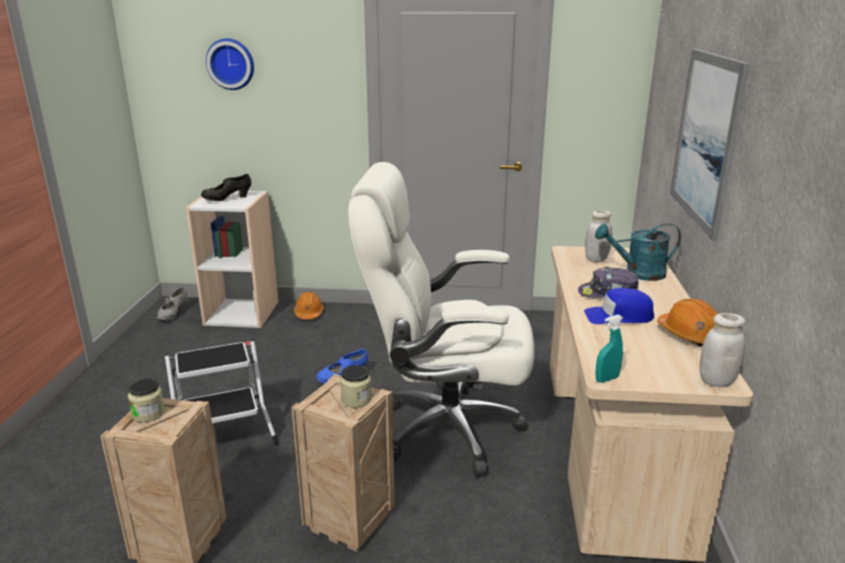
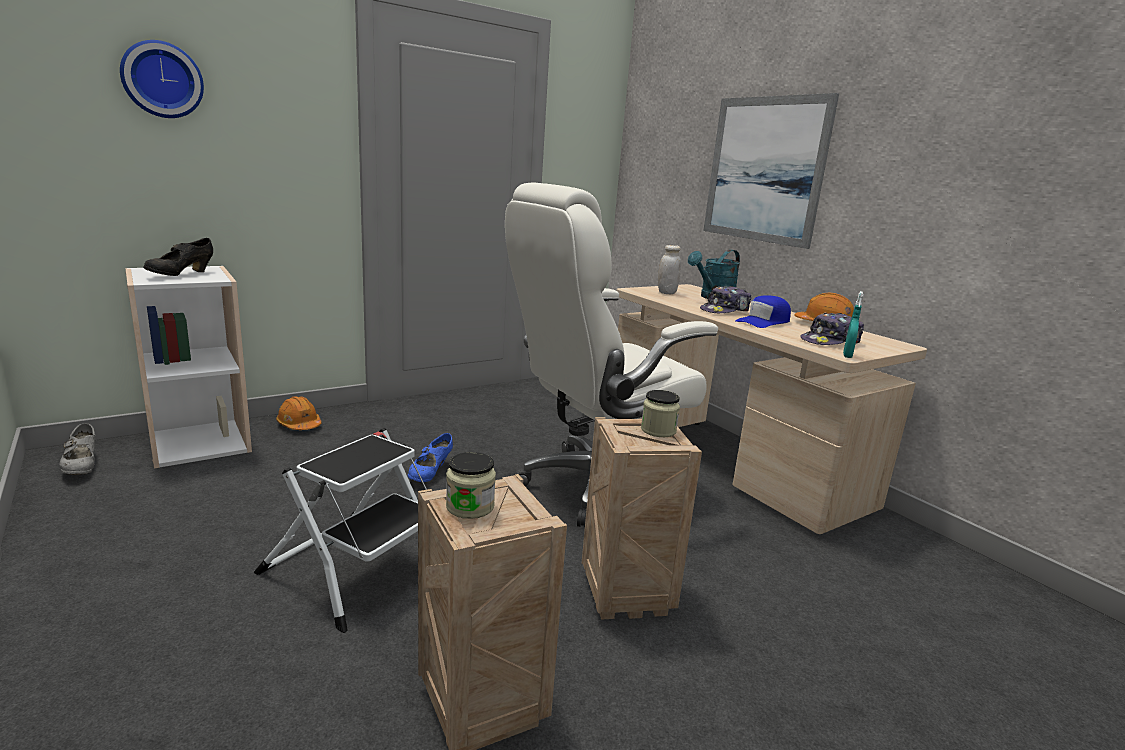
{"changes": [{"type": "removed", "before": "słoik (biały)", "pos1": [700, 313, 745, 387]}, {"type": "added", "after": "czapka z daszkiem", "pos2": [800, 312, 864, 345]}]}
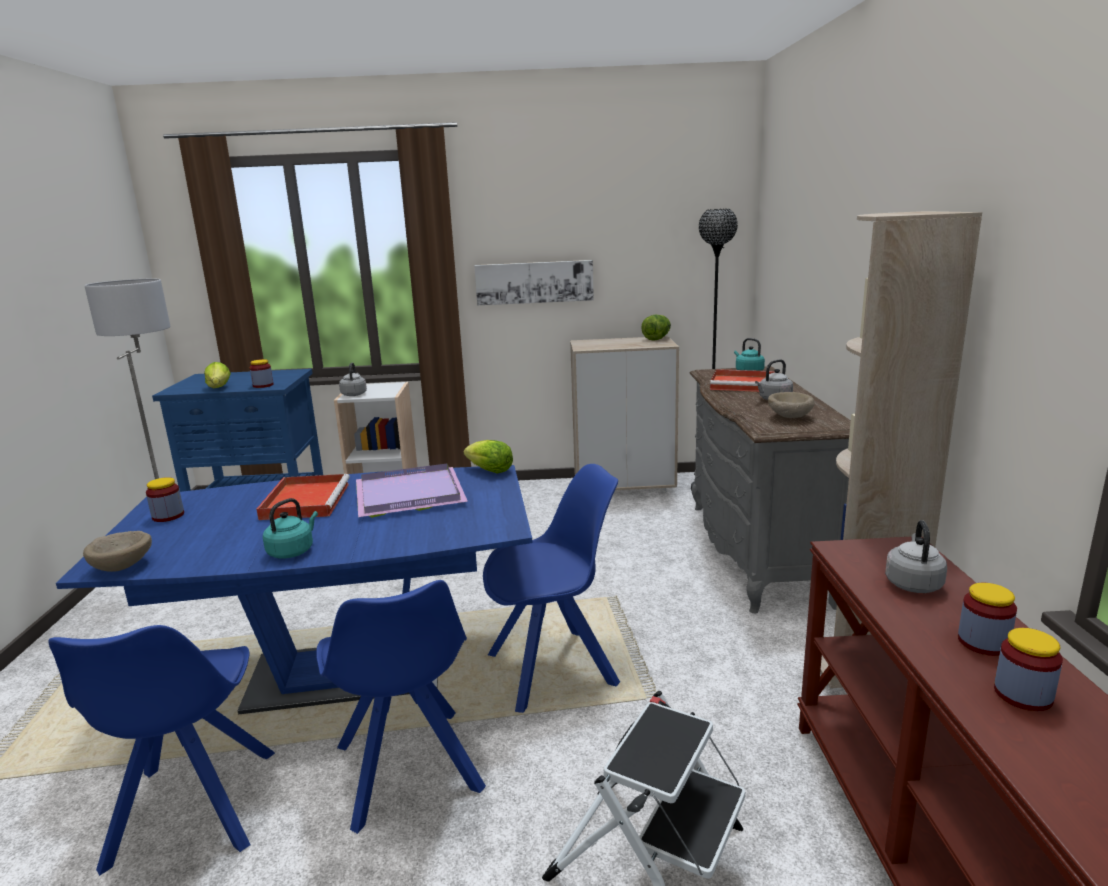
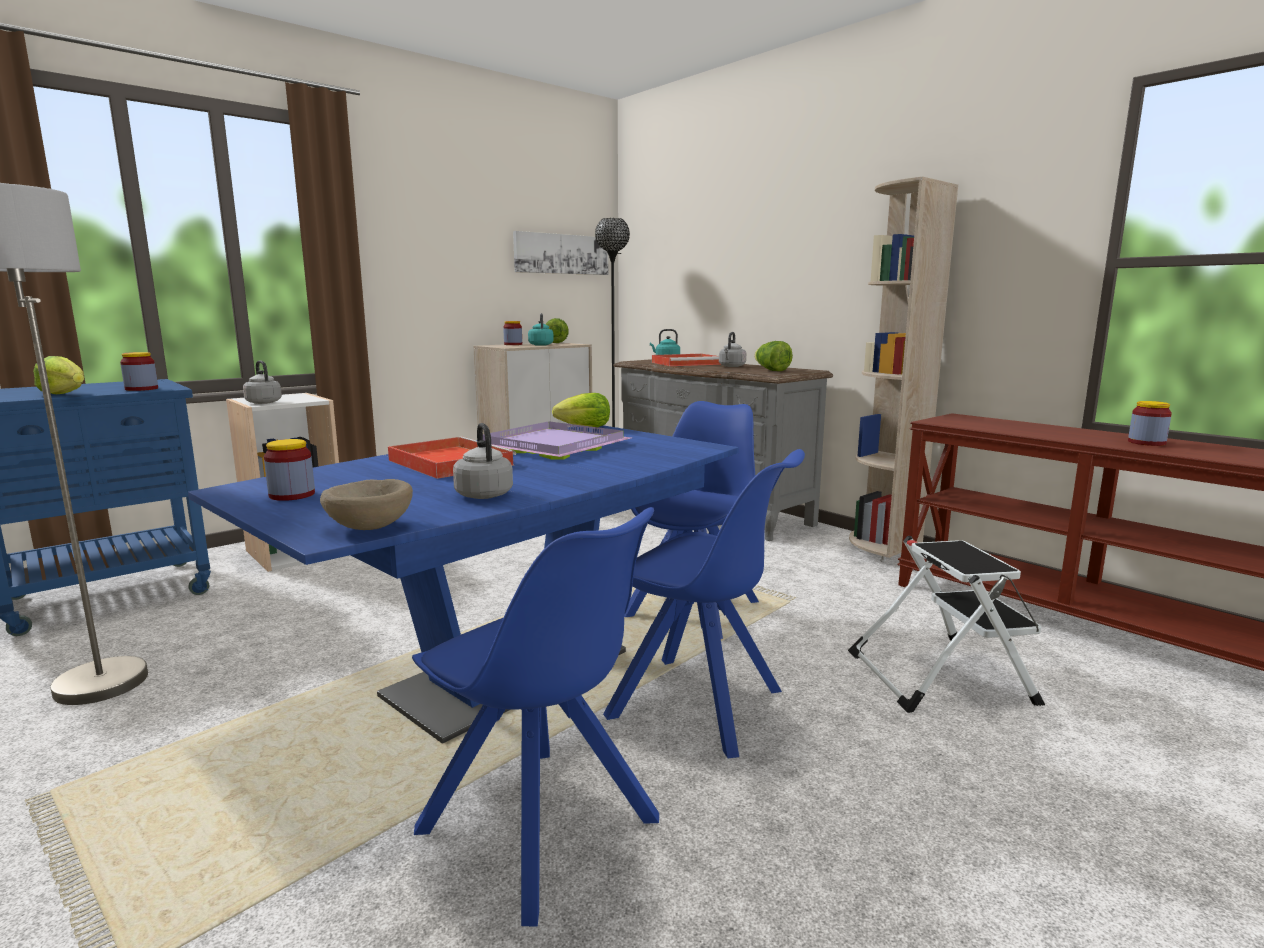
{"changes": [{"type": "moved", "before": "czajnik (turkusowy)", "pos1": [263, 498, 318, 559], "pos2": [528, 313, 554, 346]}, {"type": "moved", "before": "obraz", "pos1": [474, 260, 594, 305], "pos2": [513, 231, 608, 275]}, {"type": "replaced", "before": "miska (beżowy)", "after": "sałata", "pos1": [768, 392, 815, 418], "pos2": [754, 341, 793, 371]}, {"type": "moved", "before": "czajnik (szary)", "pos1": [885, 520, 947, 593], "pos2": [453, 423, 513, 499]}, {"type": "moved", "before": "słoik", "pos1": [958, 583, 1017, 656], "pos2": [503, 321, 522, 345]}]}
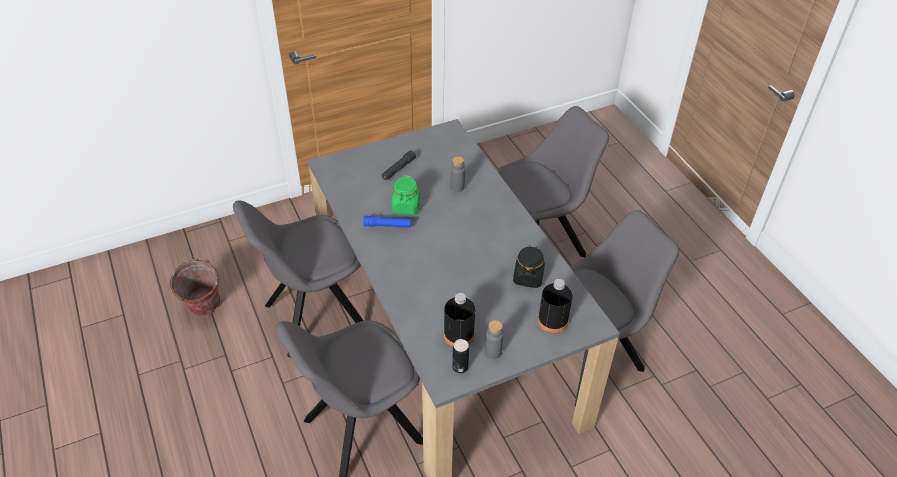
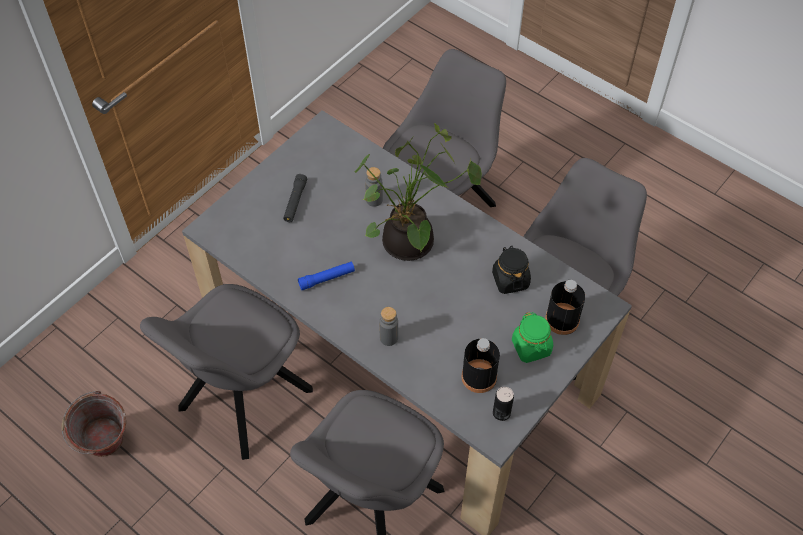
{"changes": [{"type": "moved", "before": "słoik (zielony)", "pos1": [391, 175, 420, 215], "pos2": [512, 312, 553, 363]}, {"type": "moved", "before": "butelka (szary)", "pos1": [485, 320, 503, 359], "pos2": [379, 307, 398, 346]}, {"type": "added", "after": "roślina doniczkowa", "pos2": [355, 123, 482, 261]}]}
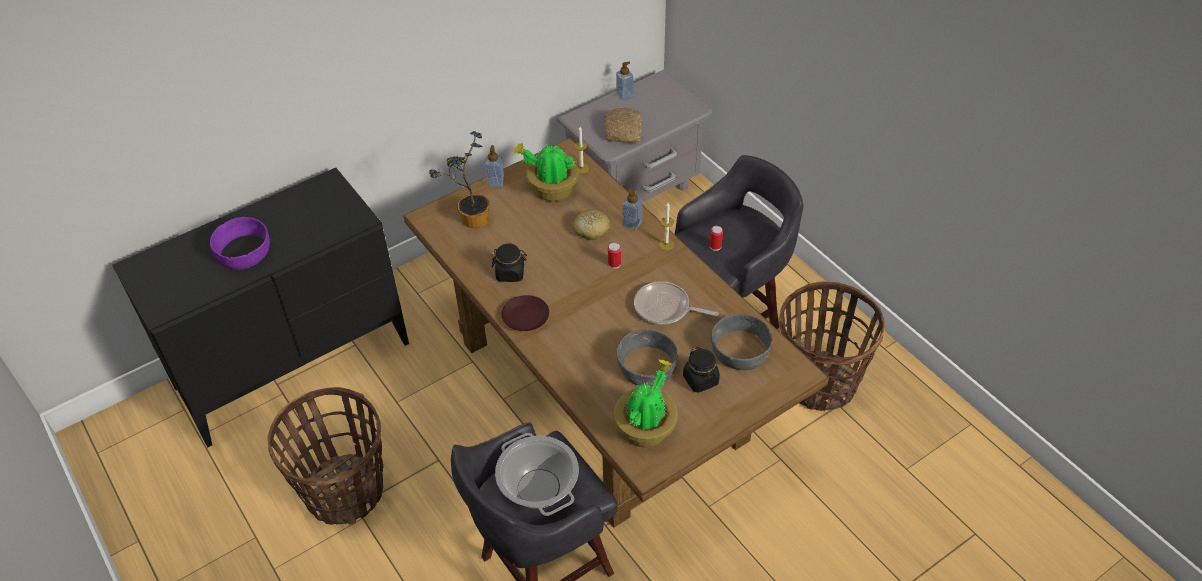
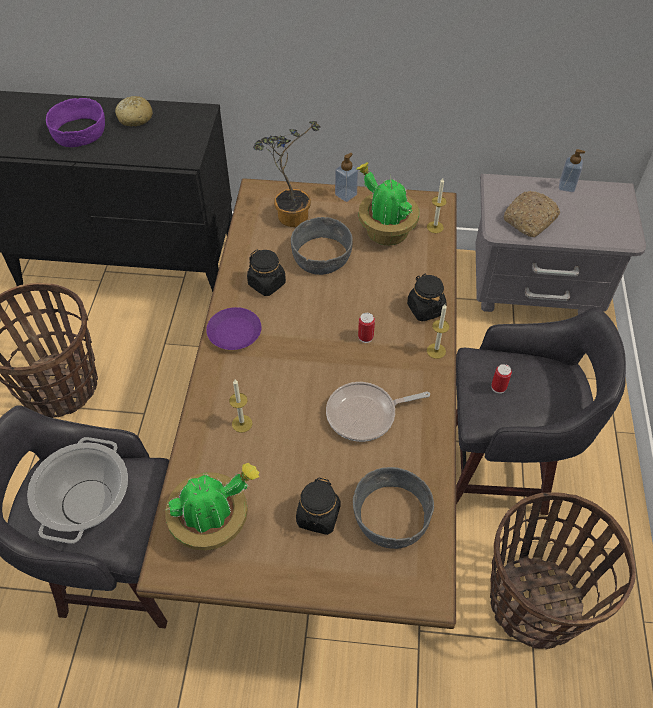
{"changes": [{"type": "recoloured", "before": "talerz (brązowy)", "after": "talerz (fioletowy)", "pos1": [502, 295, 549, 331], "pos2": [206, 307, 261, 350]}, {"type": "moved", "before": "chleb", "pos1": [573, 210, 610, 240], "pos2": [115, 96, 153, 127]}, {"type": "moved", "before": "miska (szary)", "pos1": [617, 329, 678, 387], "pos2": [291, 217, 353, 275]}, {"type": "replaced", "before": "dozownik mydła", "after": "słoik (czarny)", "pos1": [623, 189, 643, 230], "pos2": [407, 274, 447, 322]}, {"type": "turned", "before": "patelnia", "pos1": [634, 281, 719, 325], "pos2": [326, 382, 430, 442], "turn": -75}, {"type": "added", "after": "świeca", "pos2": [229, 380, 252, 433]}]}
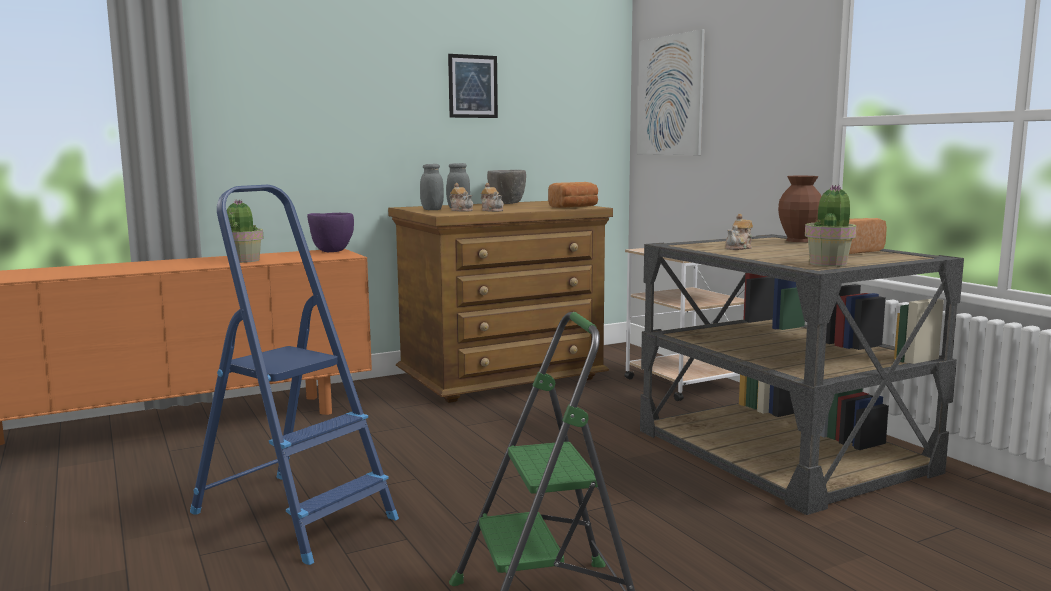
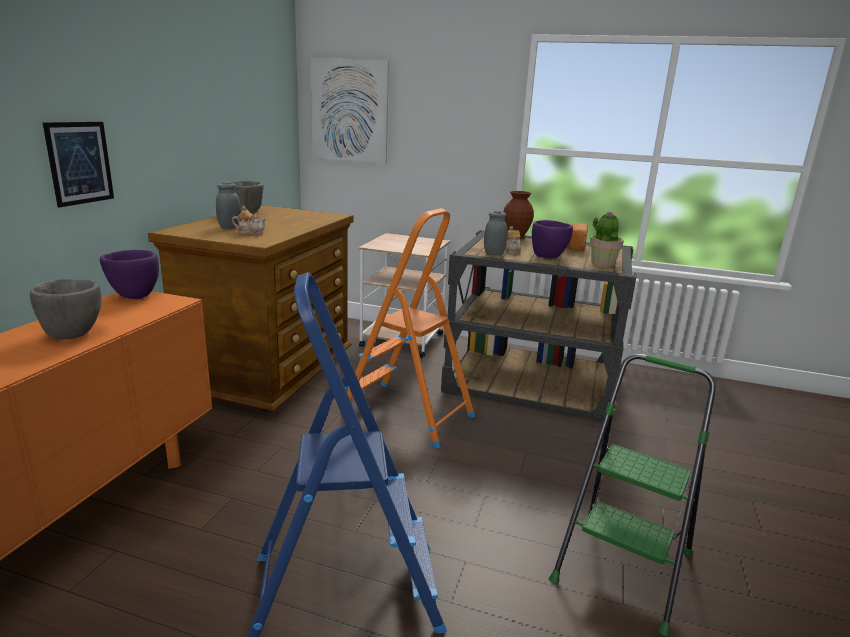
{"changes": [{"type": "replaced", "before": "roślina doniczkowa", "after": "miska (szary)", "pos1": [227, 199, 263, 263], "pos2": [30, 279, 101, 340]}, {"type": "moved", "before": "słoik (szary)", "pos1": [420, 164, 444, 210], "pos2": [484, 211, 508, 255]}, {"type": "moved", "before": "obraz", "pos1": [448, 54, 498, 118], "pos2": [43, 122, 114, 208]}, {"type": "removed", "before": "imbryk", "pos1": [481, 183, 504, 212]}, {"type": "removed", "before": "chleb", "pos1": [548, 182, 598, 208]}, {"type": "added", "after": "drabinka (pomarańczowy)", "pos2": [346, 208, 475, 448]}, {"type": "added", "after": "miska (fioletowy)", "pos2": [532, 220, 573, 258]}]}
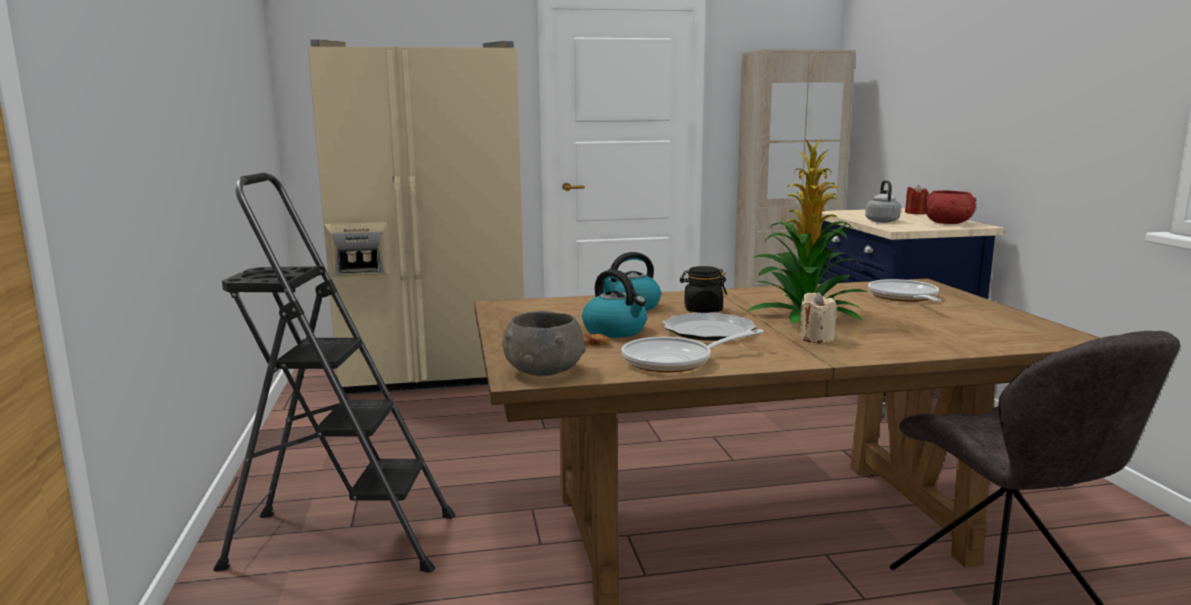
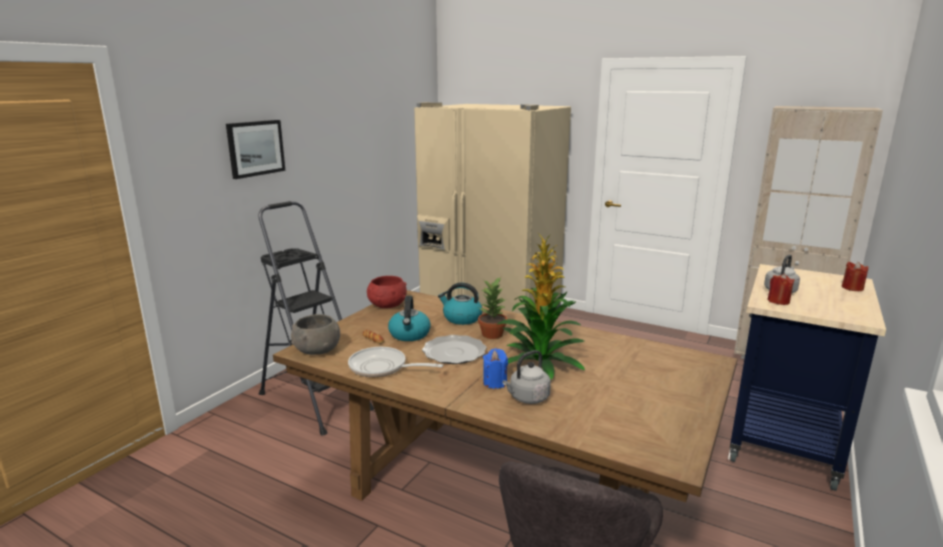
{"changes": [{"type": "replaced", "before": "słoik (czarny)", "after": "roślina doniczkowa", "pos1": [680, 266, 727, 313], "pos2": [478, 277, 507, 339]}, {"type": "recoloured", "before": "świeca (beżowy)", "after": "świeca (niebieski)", "pos1": [800, 292, 837, 343], "pos2": [483, 348, 508, 389]}, {"type": "removed", "before": "patelnia", "pos1": [868, 279, 941, 302]}, {"type": "moved", "before": "miska (czerwony)", "pos1": [925, 190, 976, 224], "pos2": [367, 276, 407, 308]}, {"type": "added", "after": "obraz", "pos2": [226, 120, 285, 179]}, {"type": "added", "after": "czajnik (szary)", "pos2": [502, 350, 551, 404]}, {"type": "added", "after": "świeca (czerwony)", "pos2": [767, 274, 795, 305]}]}
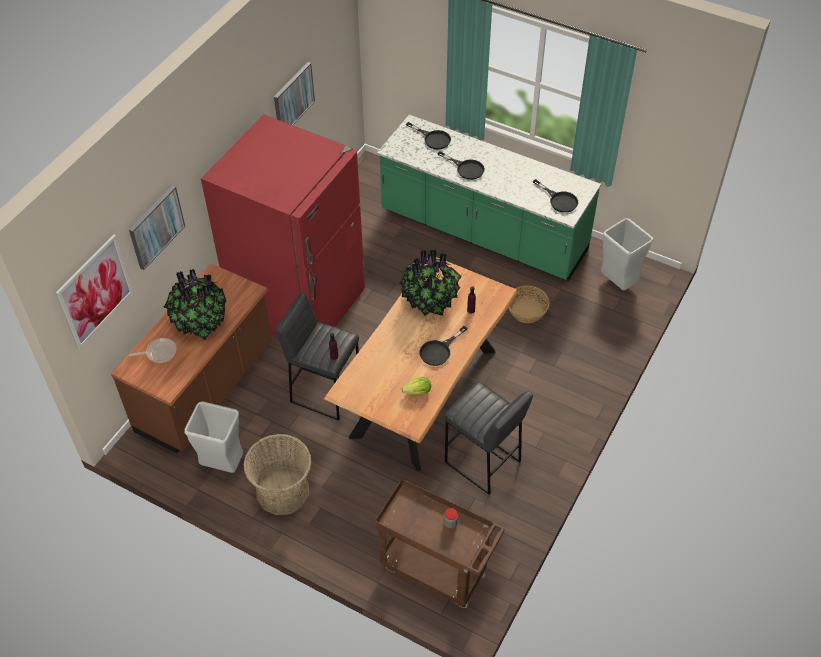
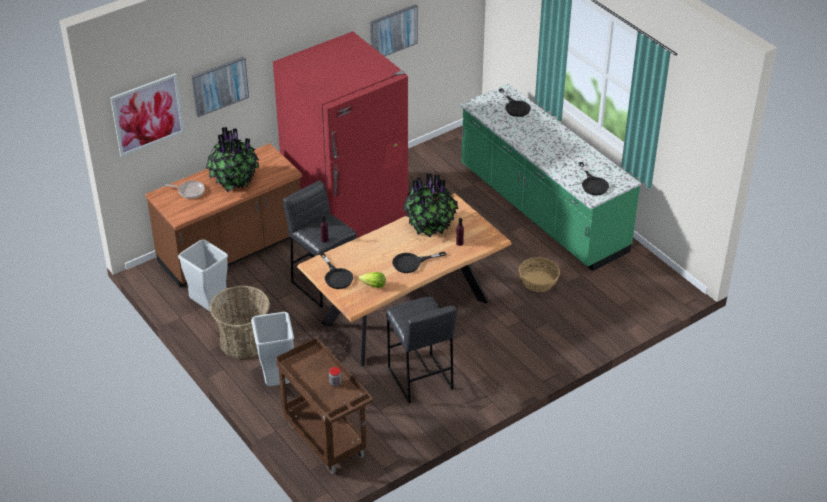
{"changes": [{"type": "moved", "before": "patelnia (czarny)", "pos1": [437, 151, 485, 180], "pos2": [320, 252, 353, 289]}, {"type": "moved", "before": "kosz na śmieci (szary)", "pos1": [601, 218, 654, 290], "pos2": [251, 312, 294, 386]}]}
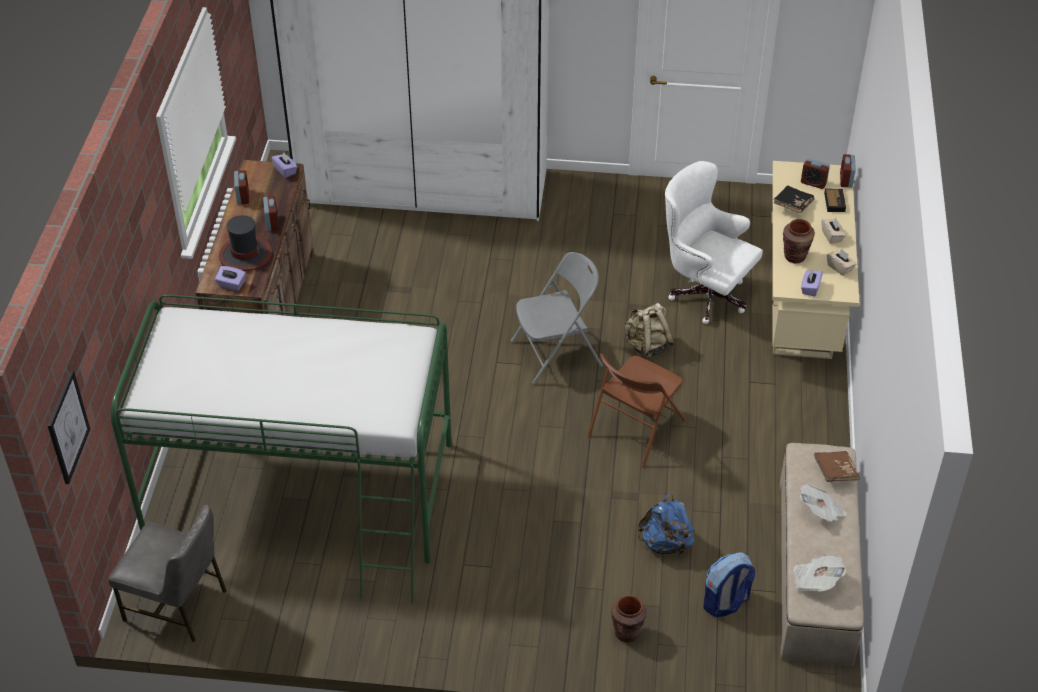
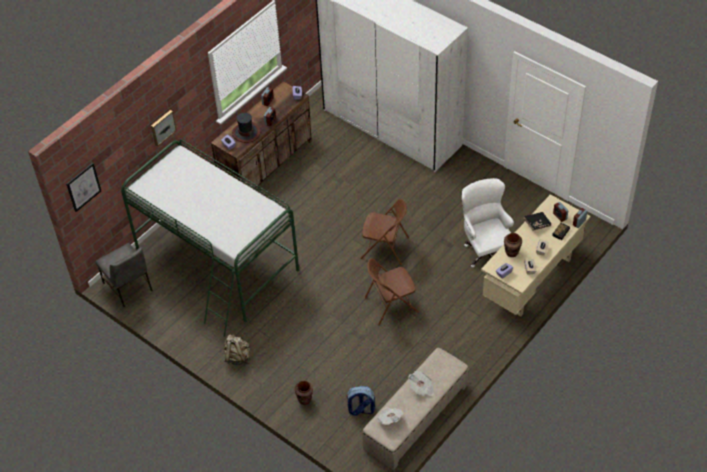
{"changes": [{"type": "recoloured", "before": "krzesło (szary)", "after": "krzesło (brązowy)", "pos1": [511, 252, 603, 385], "pos2": [361, 199, 409, 265]}, {"type": "moved", "before": "plecak (beżowy)", "pos1": [624, 303, 674, 359], "pos2": [224, 335, 250, 365]}, {"type": "removed", "before": "plecak (niebieski)", "pos1": [637, 494, 695, 555]}, {"type": "removed", "before": "książka (brązowy)", "pos1": [814, 451, 860, 482]}, {"type": "added", "after": "obraz", "pos2": [151, 110, 177, 146]}]}
